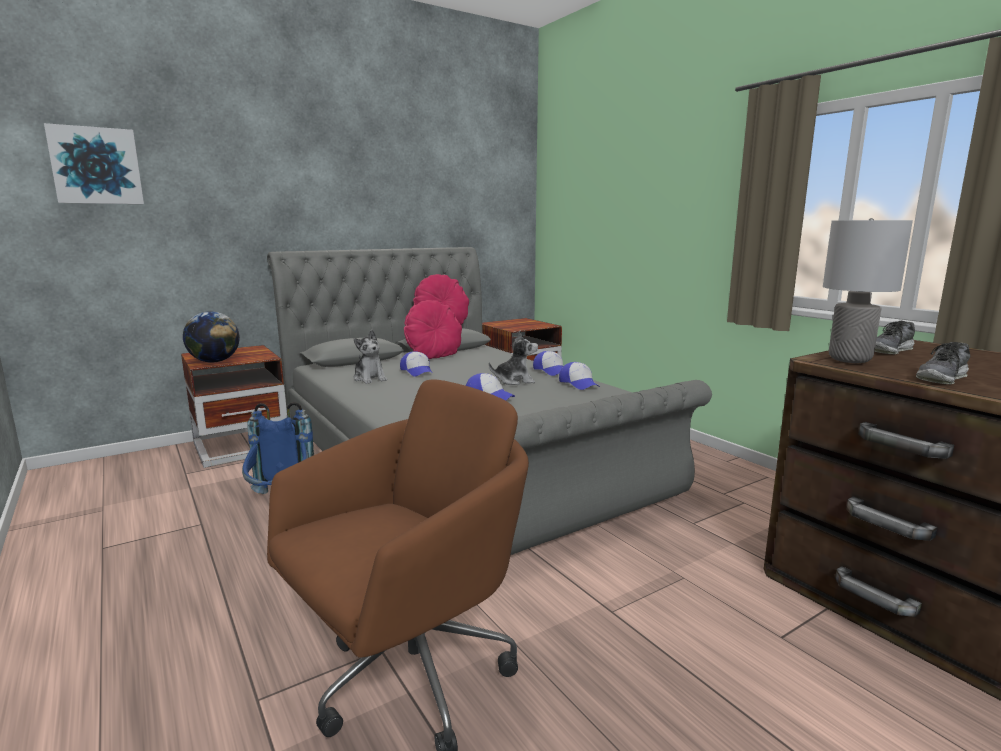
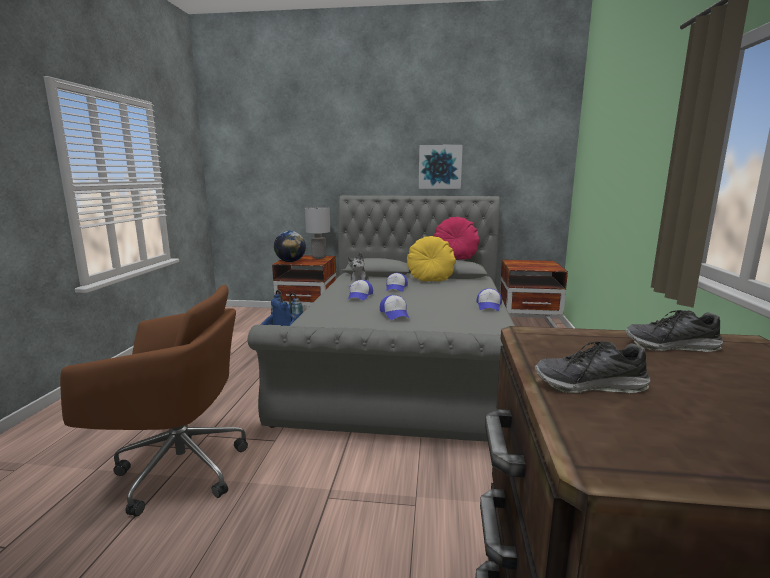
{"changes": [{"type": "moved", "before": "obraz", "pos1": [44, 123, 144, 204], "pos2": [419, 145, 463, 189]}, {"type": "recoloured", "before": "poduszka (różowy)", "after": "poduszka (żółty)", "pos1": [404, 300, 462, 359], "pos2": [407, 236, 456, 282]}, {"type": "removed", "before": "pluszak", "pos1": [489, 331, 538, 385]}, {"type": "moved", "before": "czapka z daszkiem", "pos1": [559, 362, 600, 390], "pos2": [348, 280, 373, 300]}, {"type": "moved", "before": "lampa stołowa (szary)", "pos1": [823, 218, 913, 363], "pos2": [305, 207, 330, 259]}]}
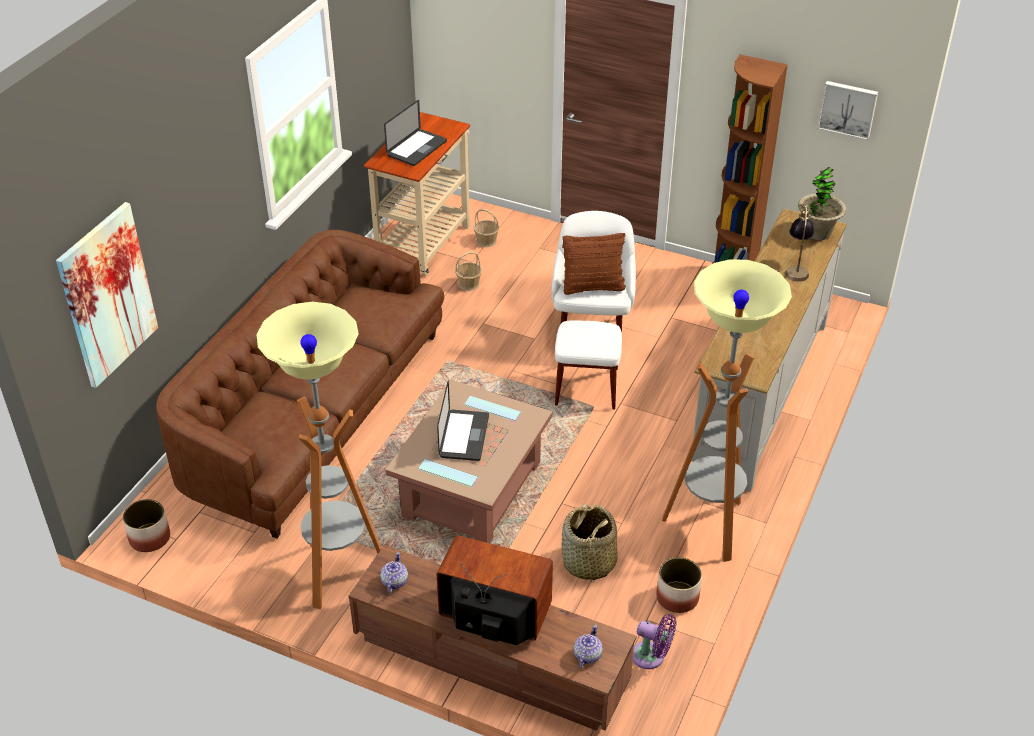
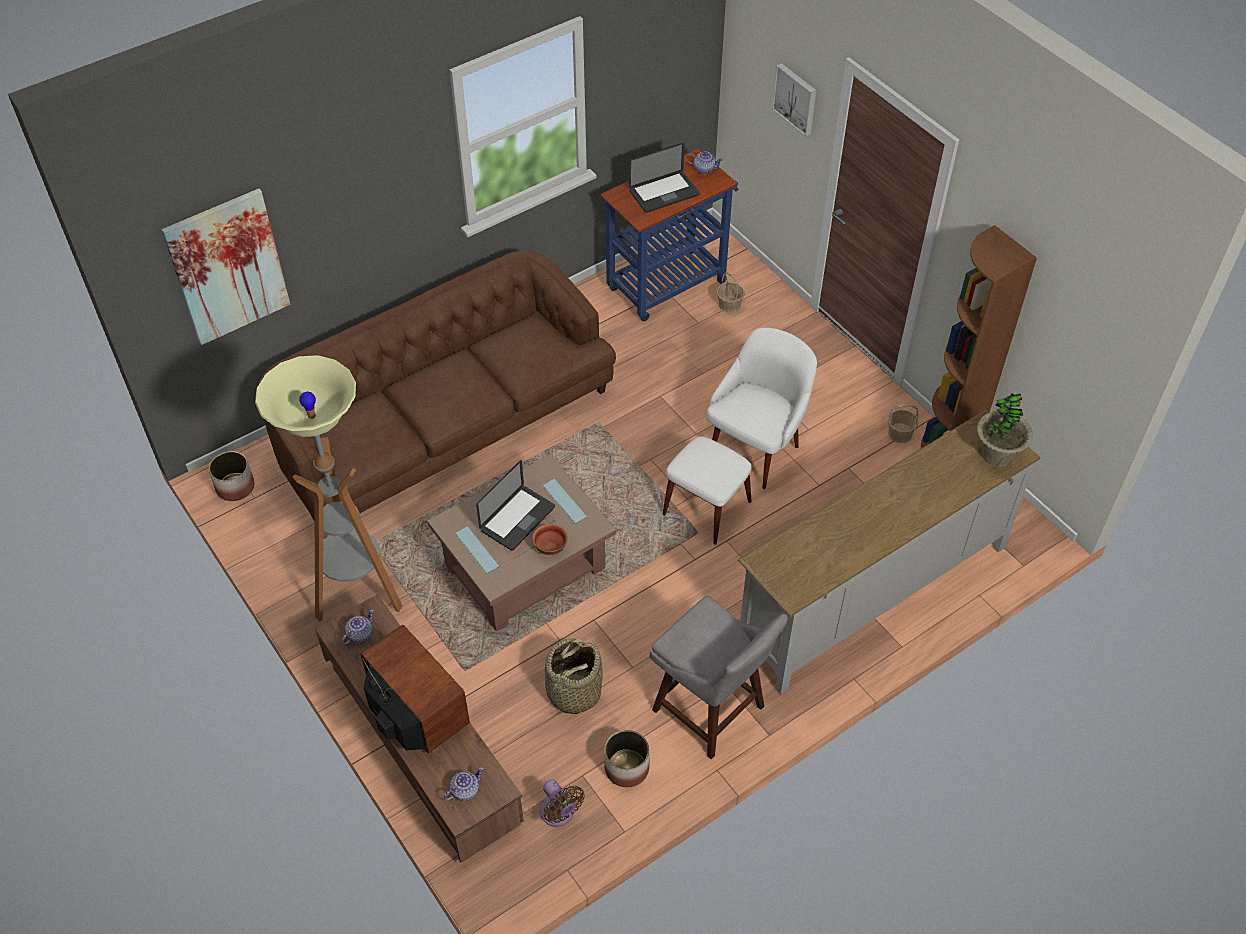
{"changes": [{"type": "recoloured", "before": "wózek (beżowy)", "after": "wózek (niebieski)", "pos1": [364, 112, 470, 276], "pos2": [601, 149, 738, 321]}, {"type": "moved", "before": "koszyk", "pos1": [455, 252, 482, 291], "pos2": [888, 404, 919, 443]}, {"type": "removed", "before": "poduszka (brązowy)", "pos1": [562, 233, 626, 295]}, {"type": "recoloured", "before": "wentylator (fioletowy)", "after": "wentylator (brązowy)", "pos1": [633, 614, 677, 669], "pos2": [540, 779, 585, 827]}, {"type": "replaced", "before": "lampa stojąca", "after": "stołek (szary)", "pos1": [662, 259, 792, 562], "pos2": [650, 595, 788, 759]}, {"type": "removed", "before": "lampa stołowa", "pos1": [785, 205, 814, 282]}, {"type": "moved", "before": "obraz", "pos1": [818, 81, 878, 140], "pos2": [772, 63, 816, 137]}, {"type": "added", "after": "miska", "pos2": [532, 524, 568, 555]}, {"type": "added", "after": "imbryk", "pos2": [687, 151, 723, 174]}]}
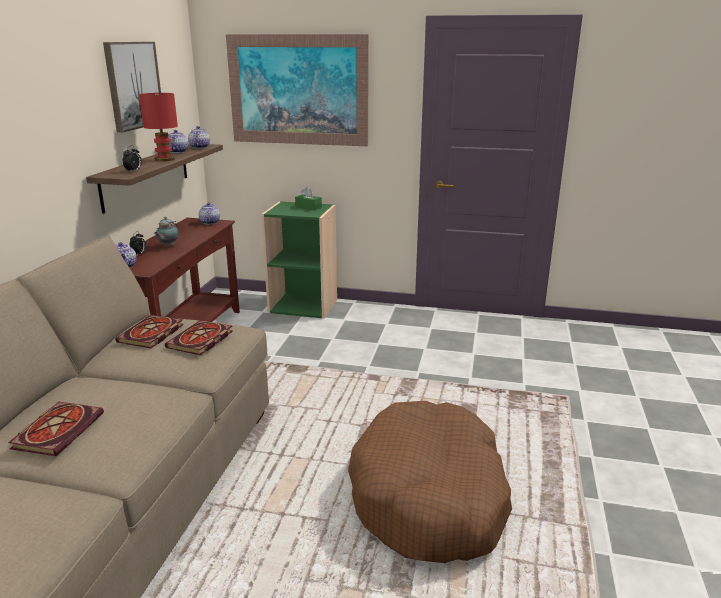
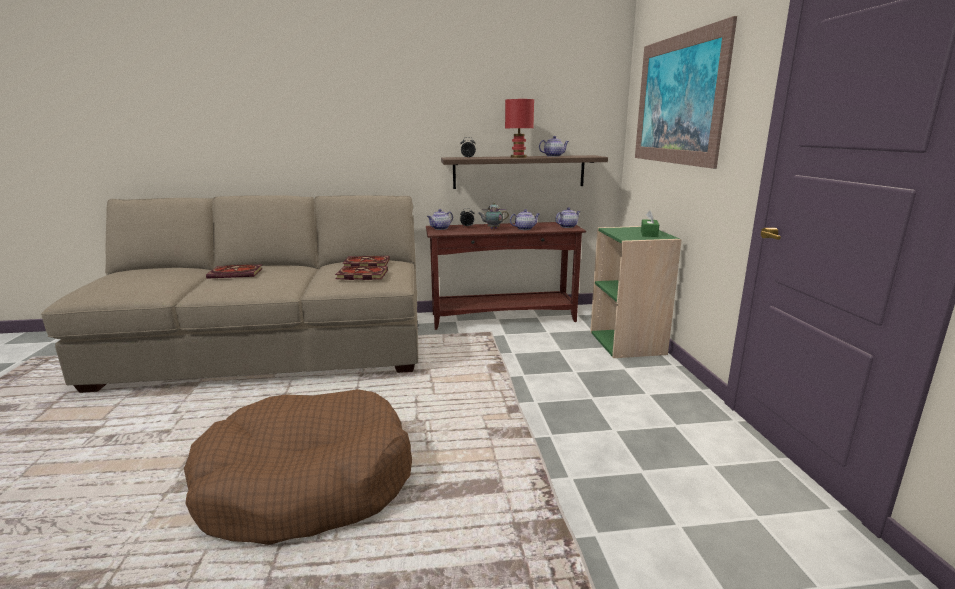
{"changes": [{"type": "removed", "before": "obraz", "pos1": [103, 42, 161, 133]}, {"type": "moved", "before": "imbryk", "pos1": [188, 126, 210, 148], "pos2": [510, 209, 539, 230]}]}
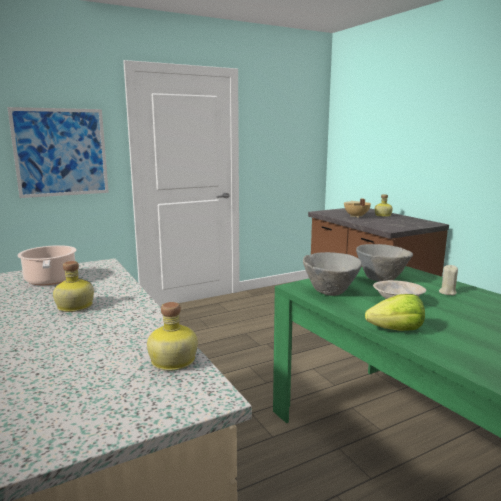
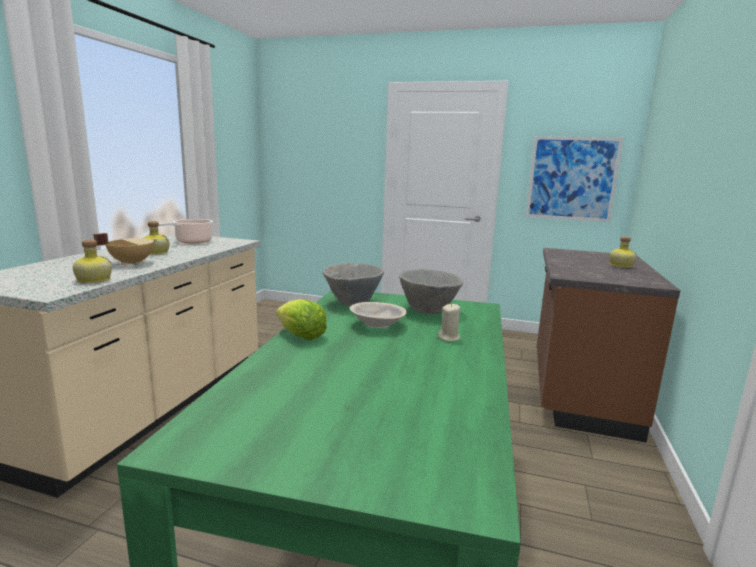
{"changes": [{"type": "moved", "before": "obraz", "pos1": [7, 107, 109, 198], "pos2": [526, 136, 623, 222]}, {"type": "moved", "before": "garnek (beżowy)", "pos1": [344, 199, 371, 218], "pos2": [93, 233, 158, 265]}]}
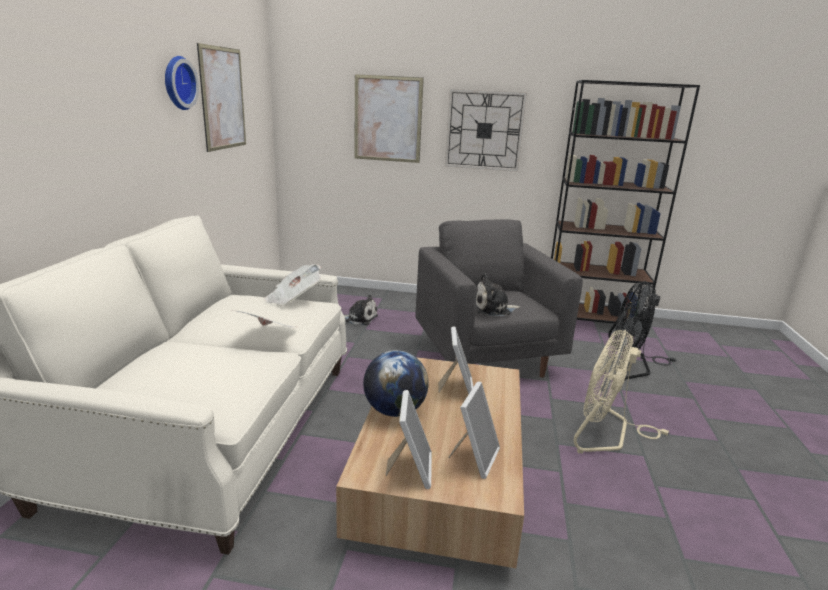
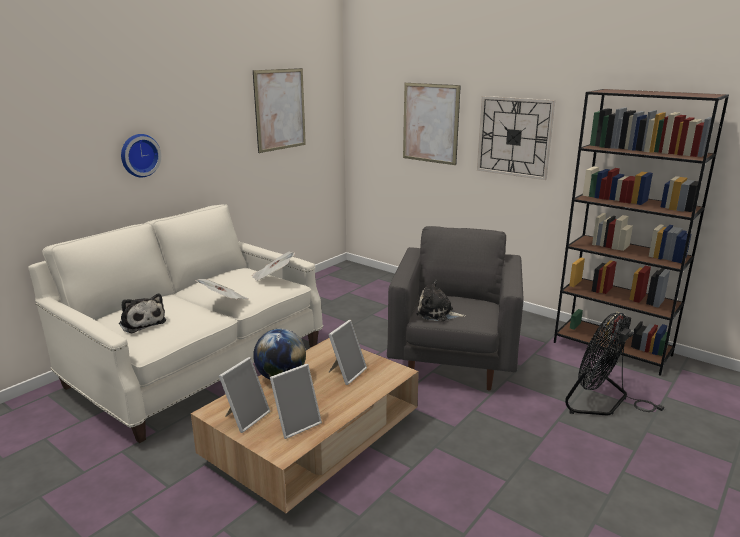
{"changes": [{"type": "moved", "before": "zegar ścienny", "pos1": [165, 56, 199, 110], "pos2": [121, 134, 161, 177]}, {"type": "moved", "before": "pluszak", "pos1": [344, 295, 378, 325], "pos2": [119, 294, 166, 333]}, {"type": "removed", "before": "wentylator (beżowy)", "pos1": [574, 330, 671, 454]}]}
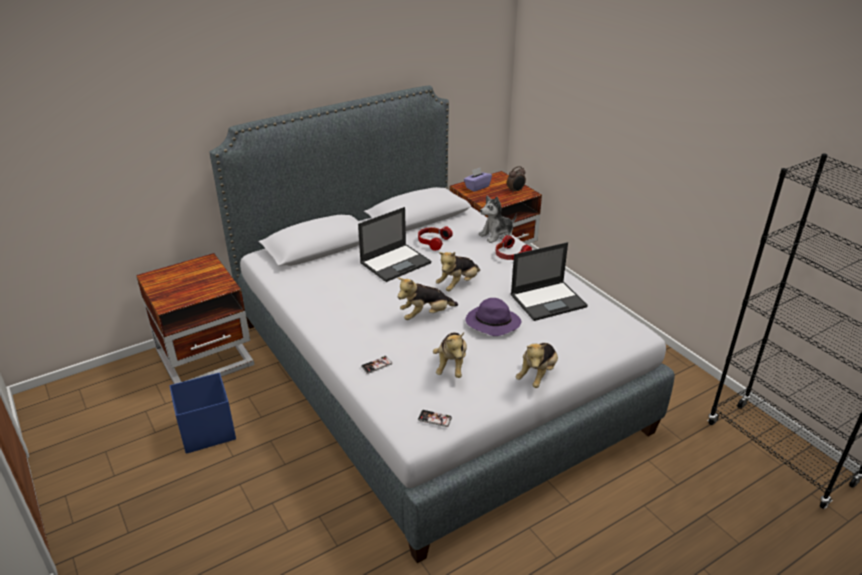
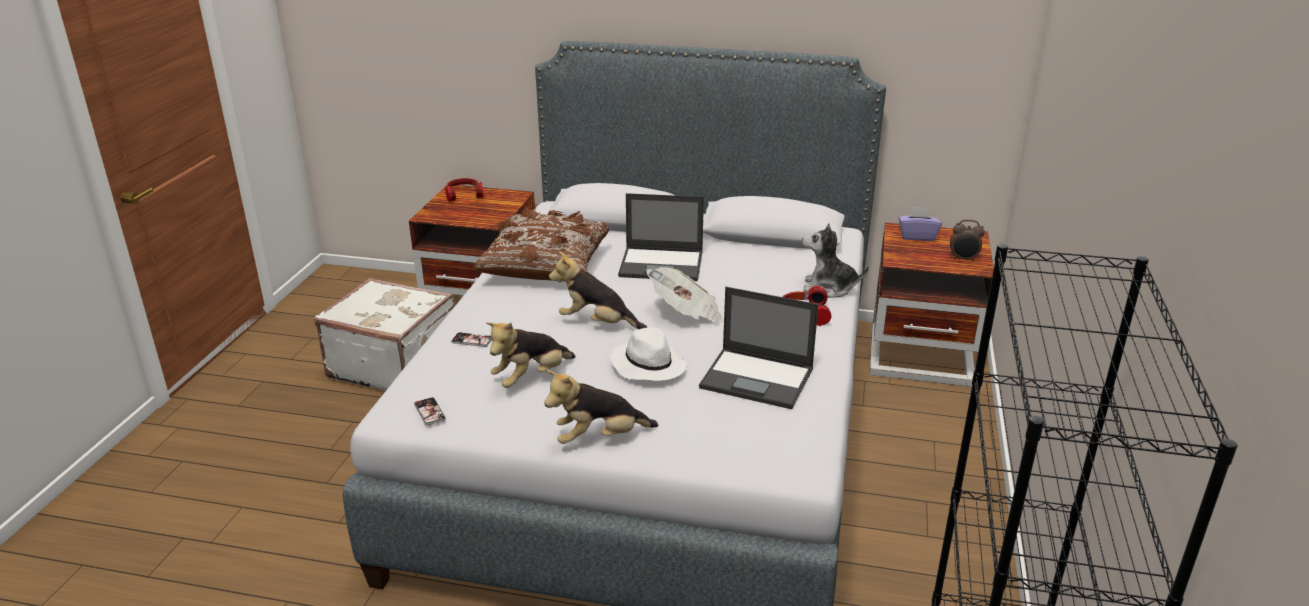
{"changes": [{"type": "replaced", "before": "pojemnik do przechowywania (niebieski)", "after": "walizka (biały)", "pos1": [169, 373, 236, 454], "pos2": [315, 278, 455, 391]}, {"type": "moved", "before": "słuchawki", "pos1": [418, 226, 453, 251], "pos2": [445, 178, 483, 202]}, {"type": "replaced", "before": "pluszak", "after": "gazeta", "pos1": [436, 252, 480, 291], "pos2": [647, 267, 724, 323]}, {"type": "recoloured", "before": "kapelusz (fioletowy)", "after": "kapelusz (biały)", "pos1": [465, 298, 521, 336], "pos2": [610, 327, 686, 381]}, {"type": "added", "after": "poduszka (brązowy)", "pos2": [474, 206, 609, 280]}]}
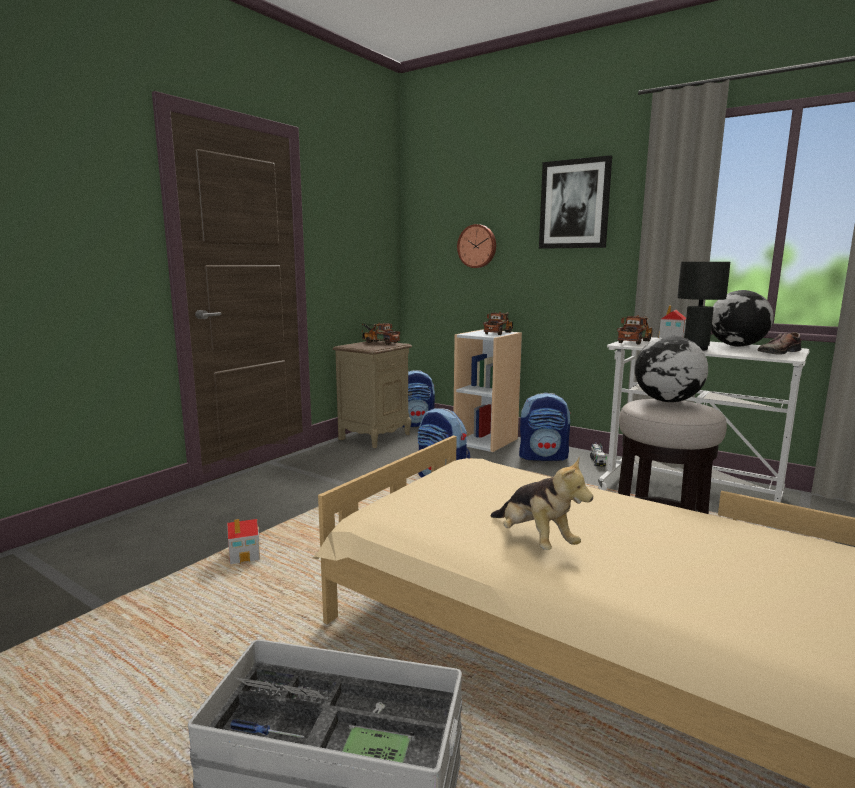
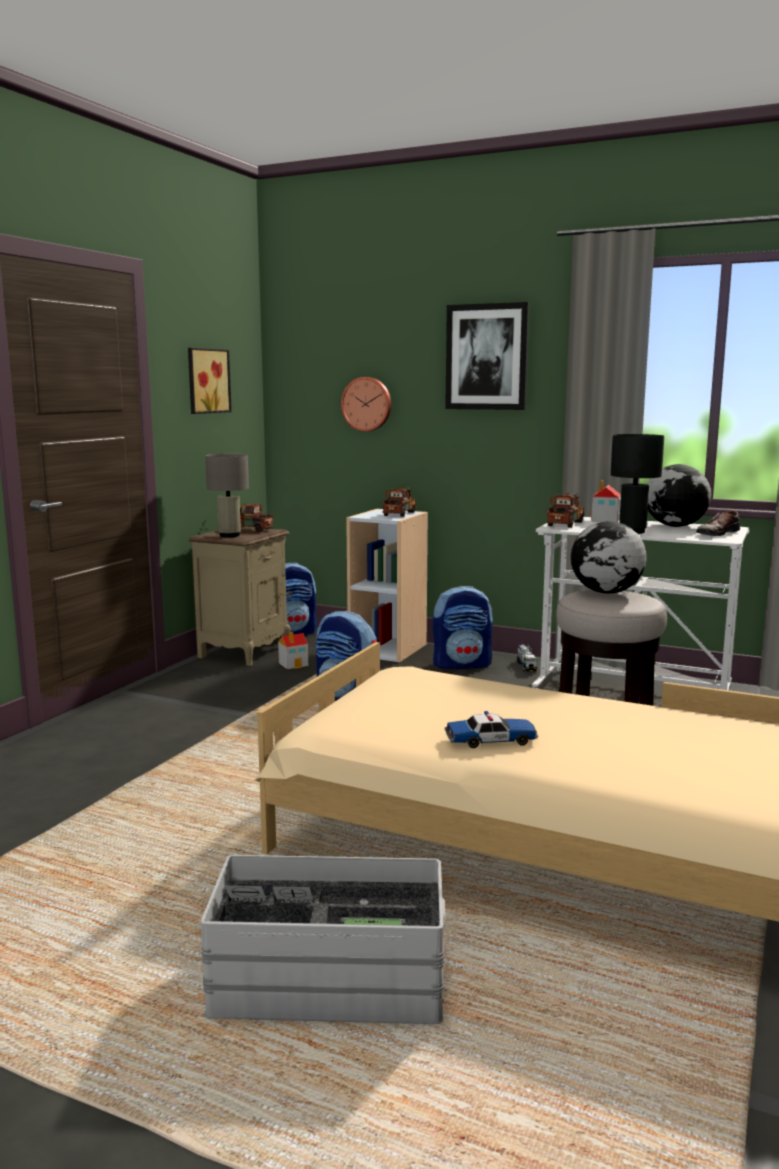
{"changes": [{"type": "moved", "before": "domek", "pos1": [227, 519, 260, 564], "pos2": [278, 632, 308, 669]}, {"type": "replaced", "before": "pluszak", "after": "samochodzik", "pos1": [491, 457, 593, 550], "pos2": [445, 711, 538, 748]}, {"type": "added", "after": "obraz", "pos2": [188, 348, 232, 414]}, {"type": "added", "after": "lampa stołowa (szary)", "pos2": [205, 453, 249, 537]}]}
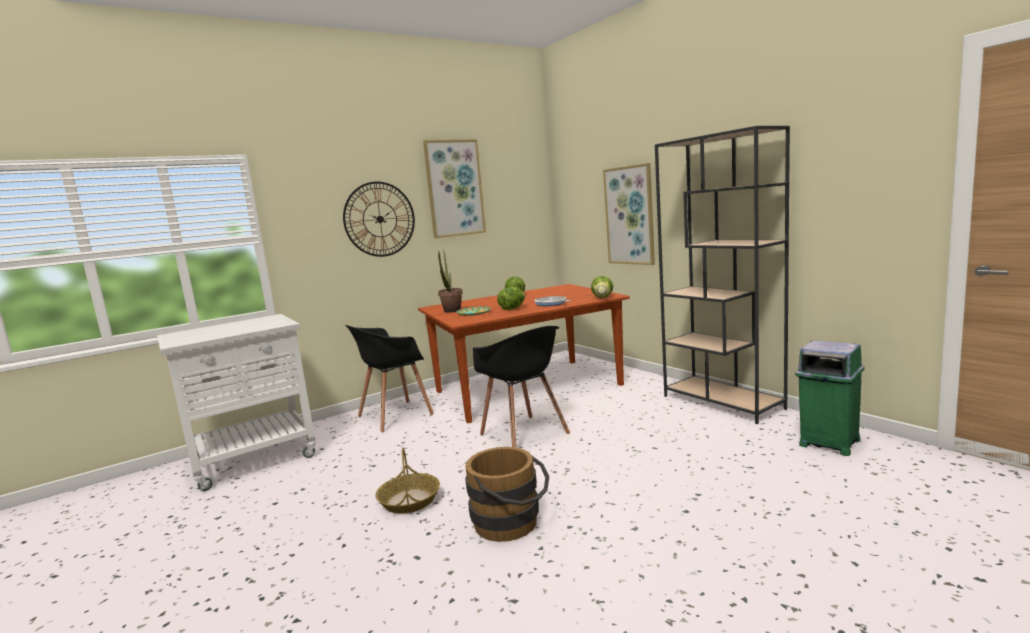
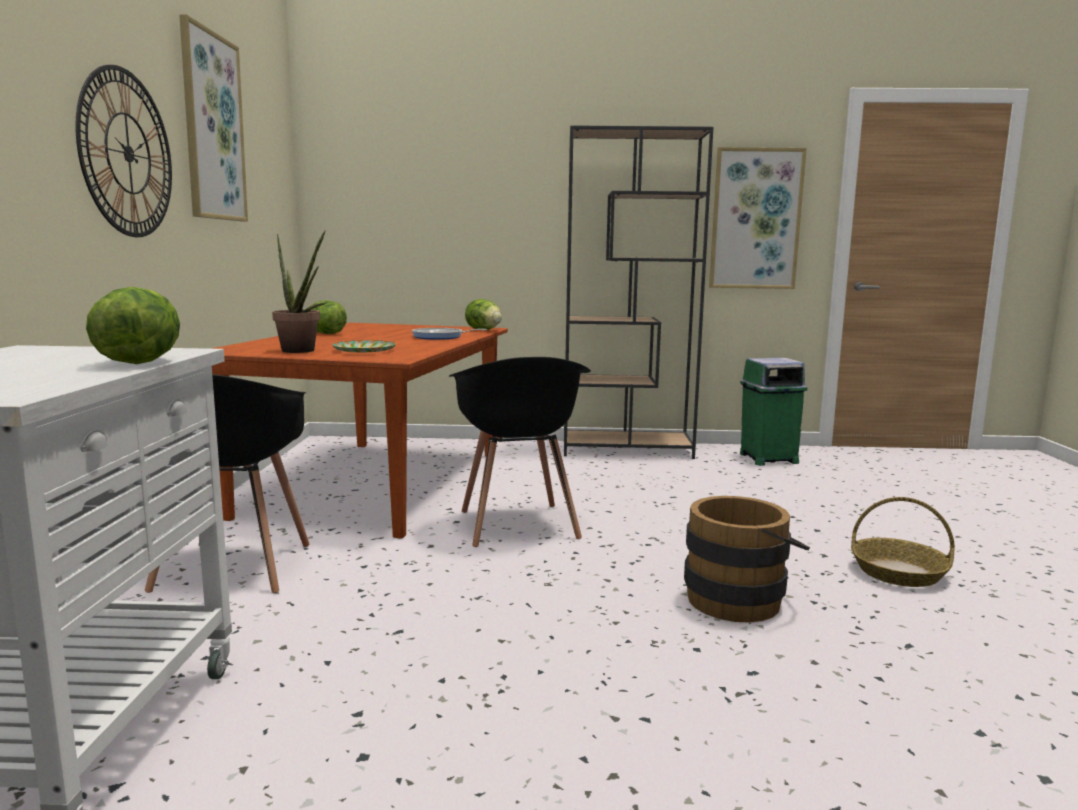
{"changes": [{"type": "moved", "before": "koszyk", "pos1": [376, 448, 440, 514], "pos2": [851, 497, 955, 587]}, {"type": "turned", "before": "krzesło (czarny)", "pos1": [473, 326, 570, 447], "pos2": [449, 357, 591, 547], "turn": 75}, {"type": "moved", "before": "sałata", "pos1": [497, 287, 525, 310], "pos2": [86, 287, 180, 364]}, {"type": "moved", "before": "obraz", "pos1": [603, 163, 655, 265], "pos2": [709, 147, 807, 289]}]}
